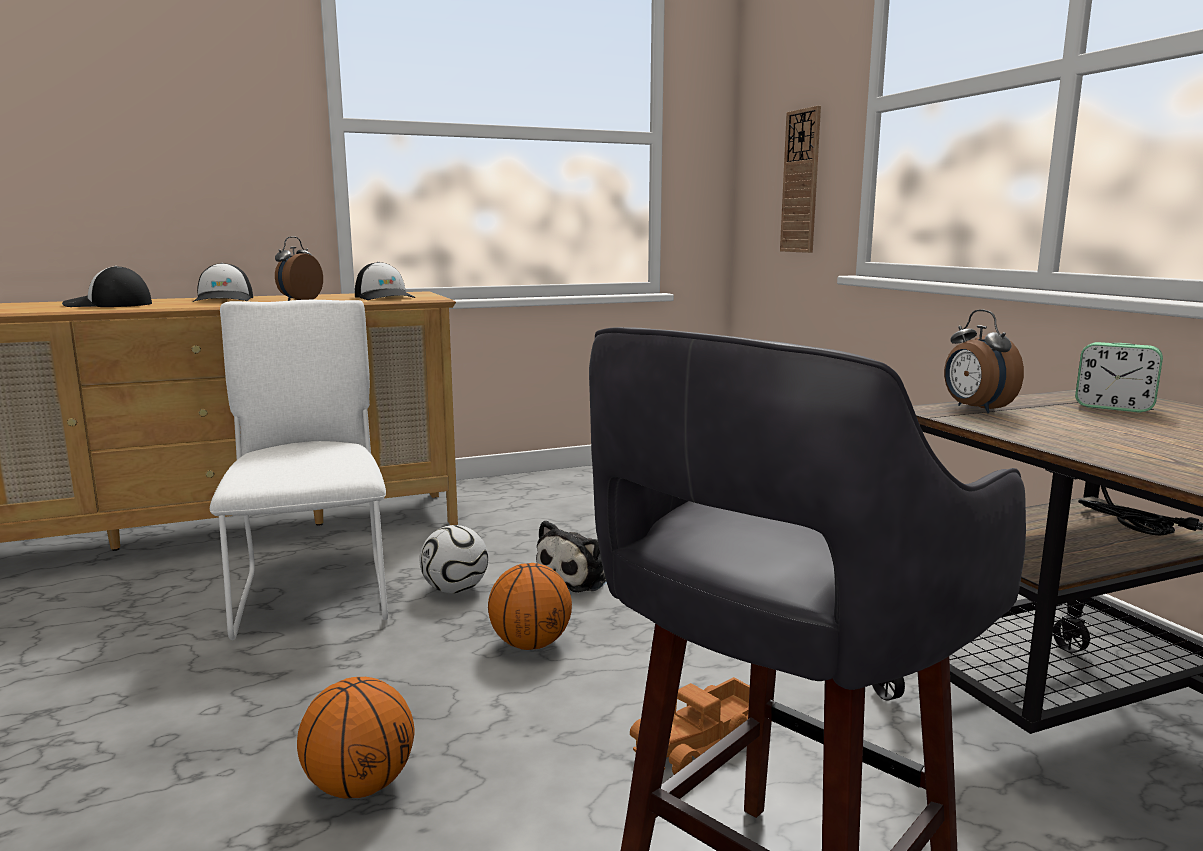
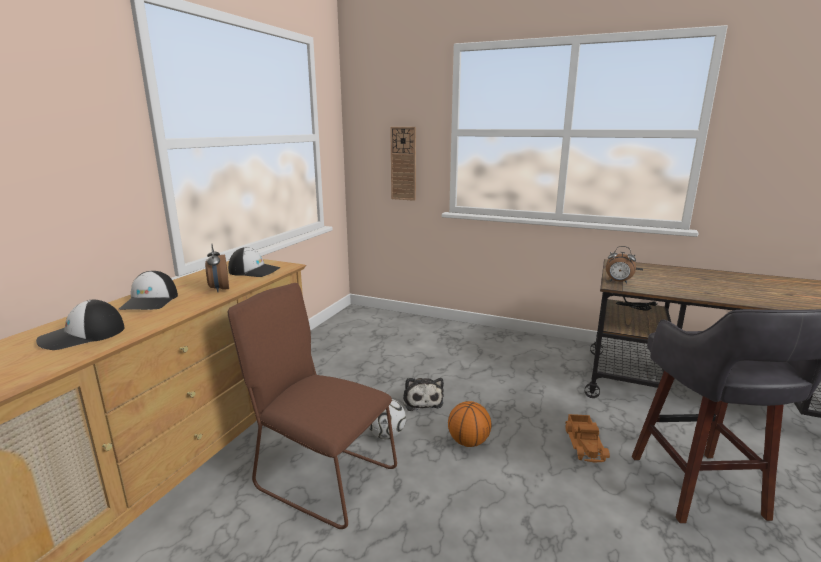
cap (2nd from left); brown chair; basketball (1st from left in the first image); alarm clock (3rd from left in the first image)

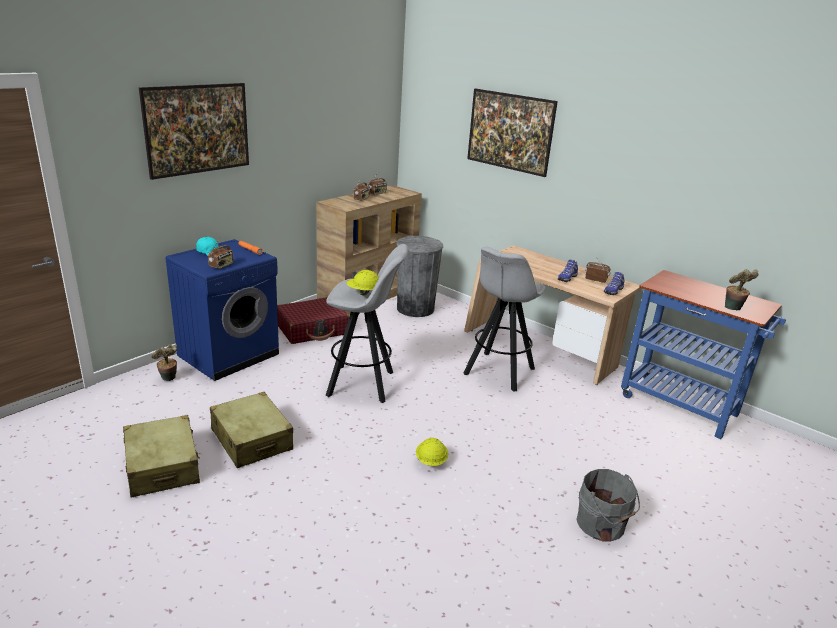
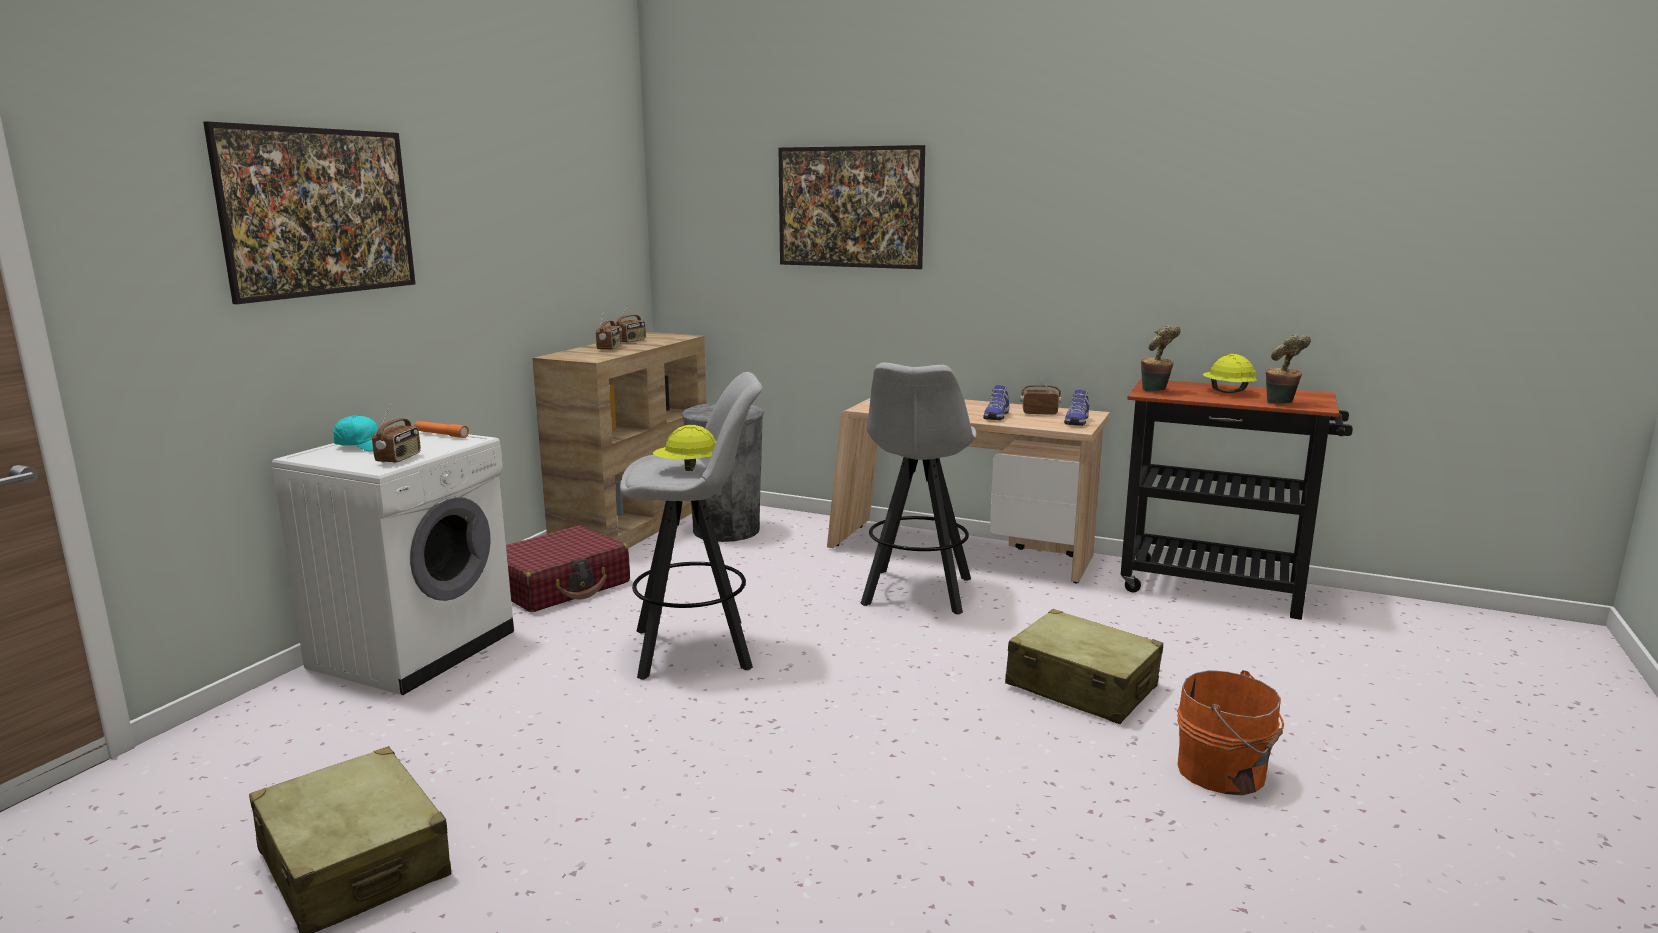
potted plant (1st from left); white washing machine; beige suitcase (2nd from left); yellow hard hat (2nd from left); orange bucket; black cart

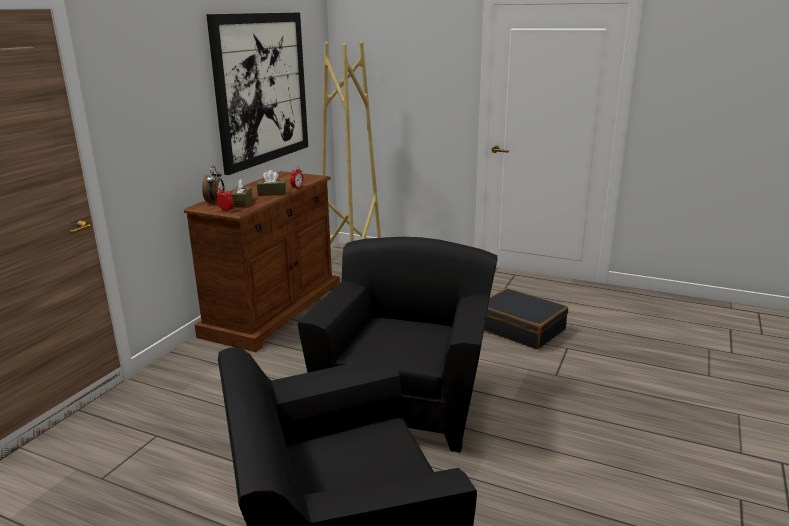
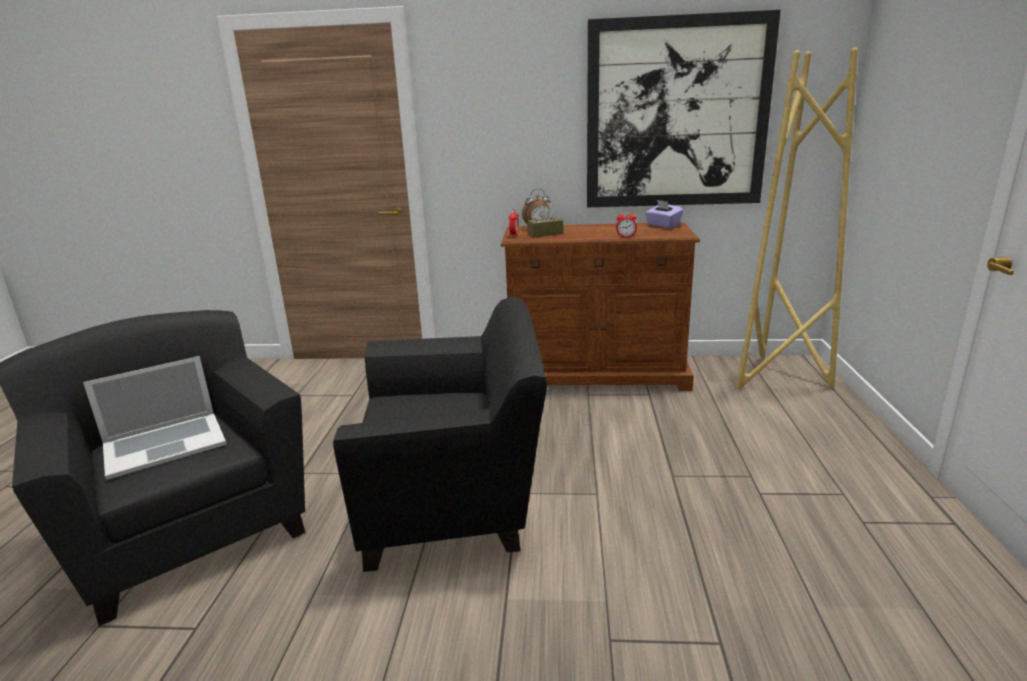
brown tissue box (2nd from left in the first image); black suitcase; laptop; purple tissue box

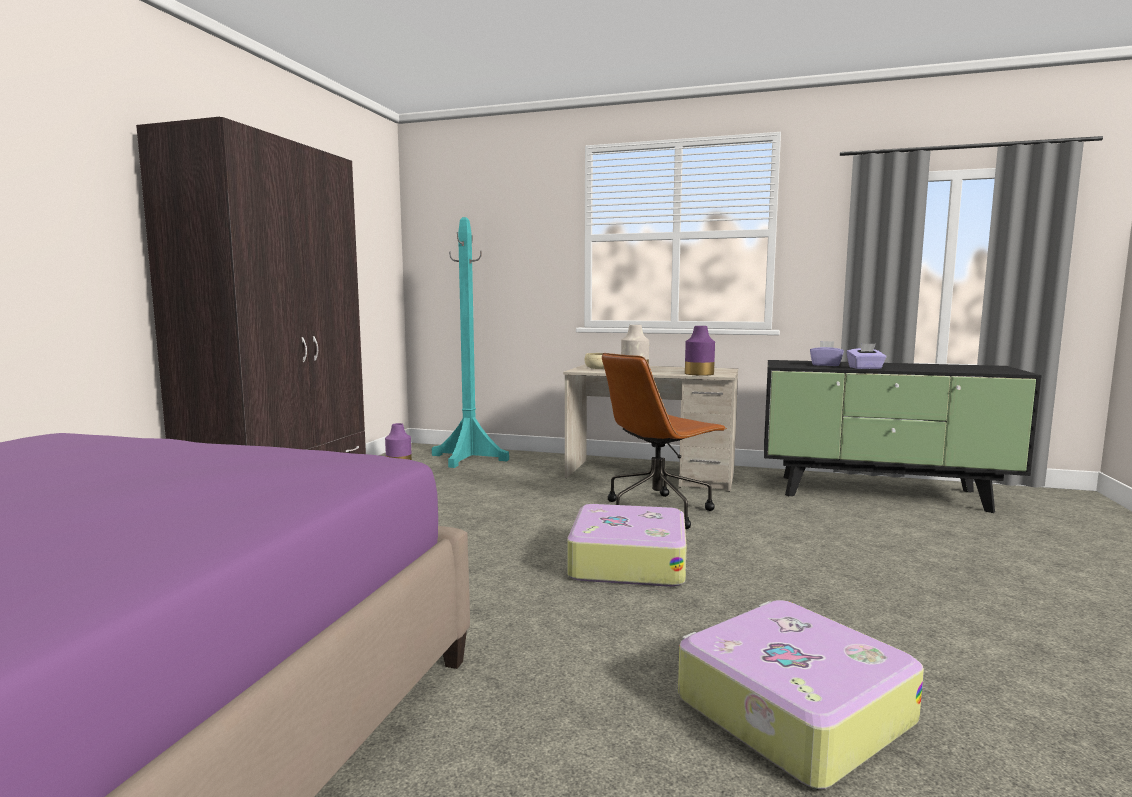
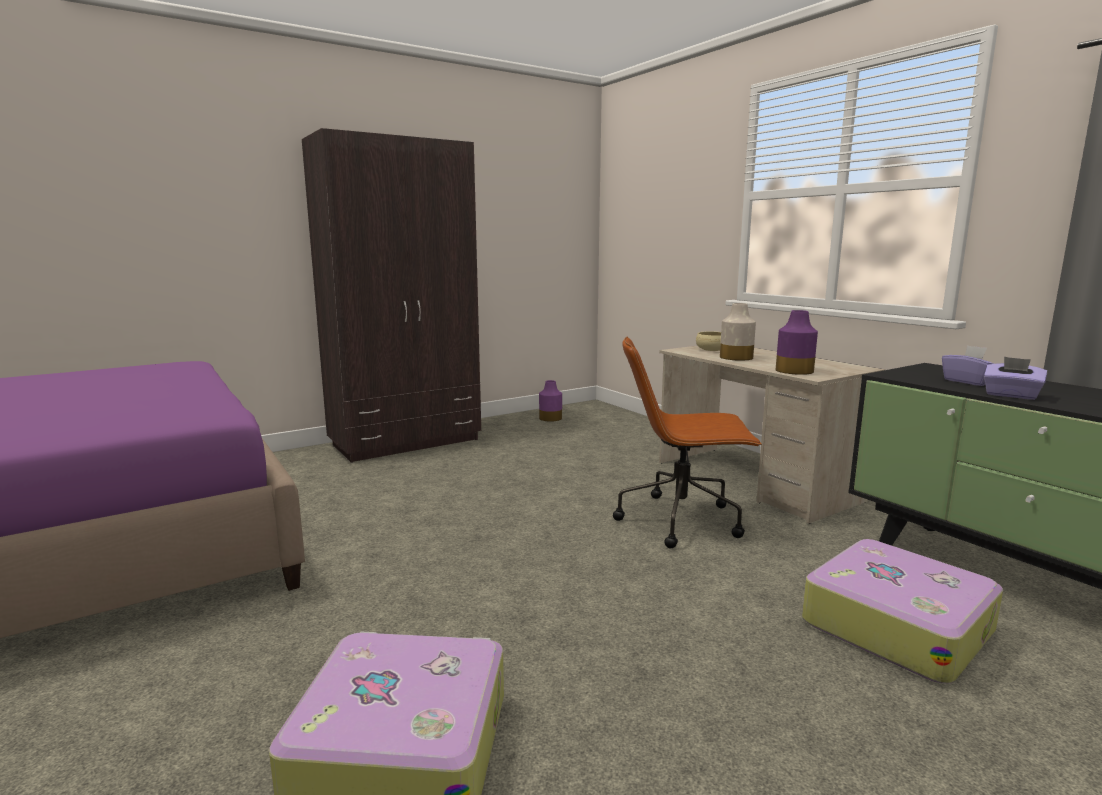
turquoise clothes rack; suitcase (2nd from left)

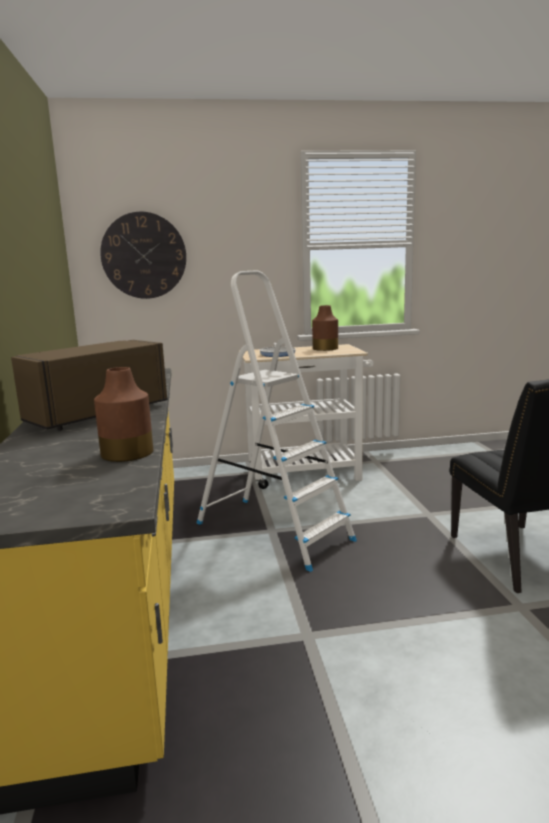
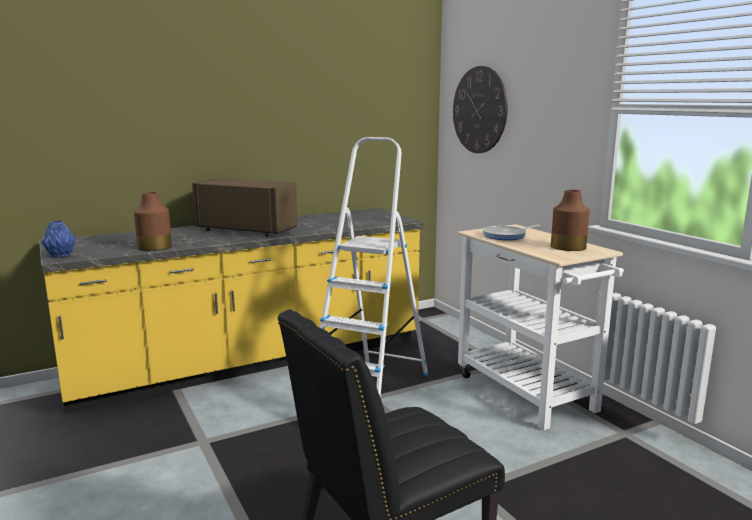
blue vase

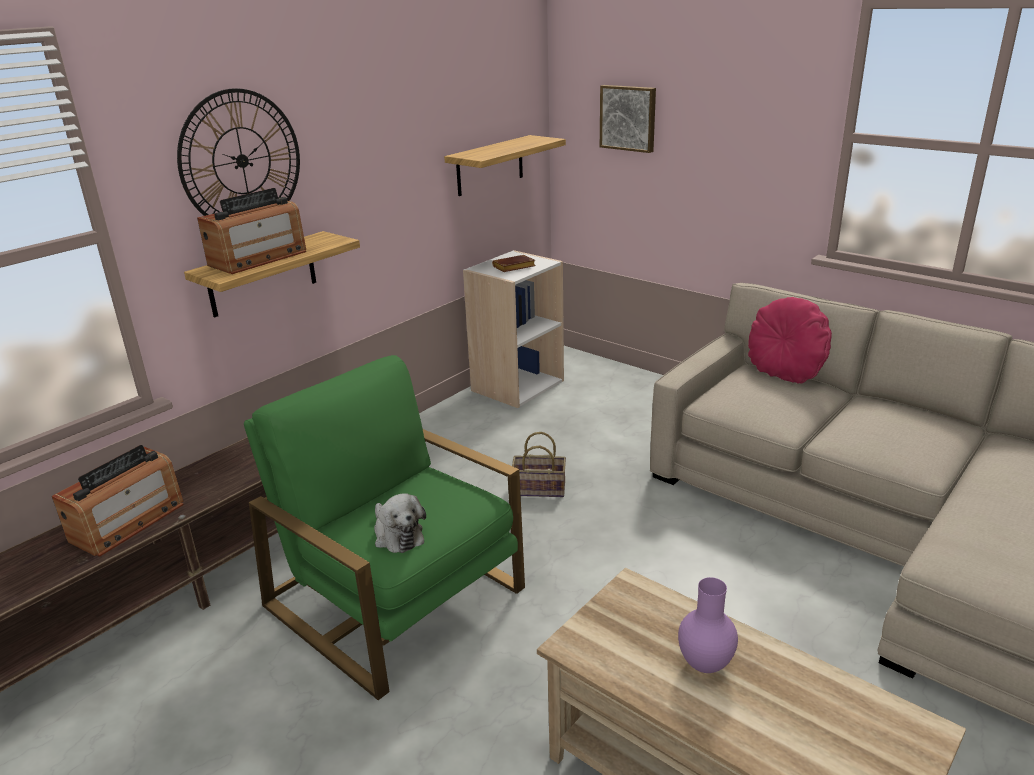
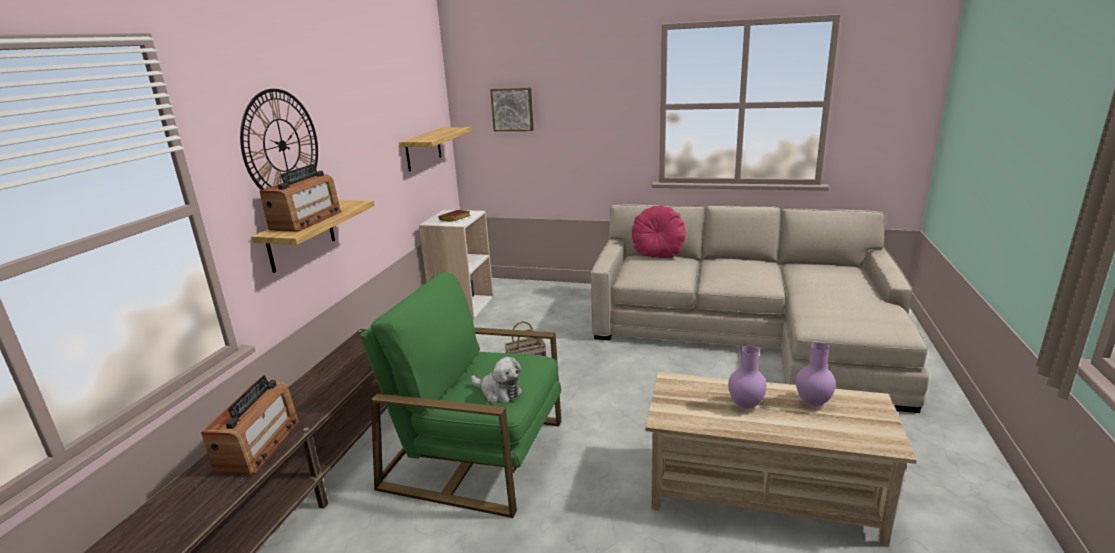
purple vase (2nd from left)

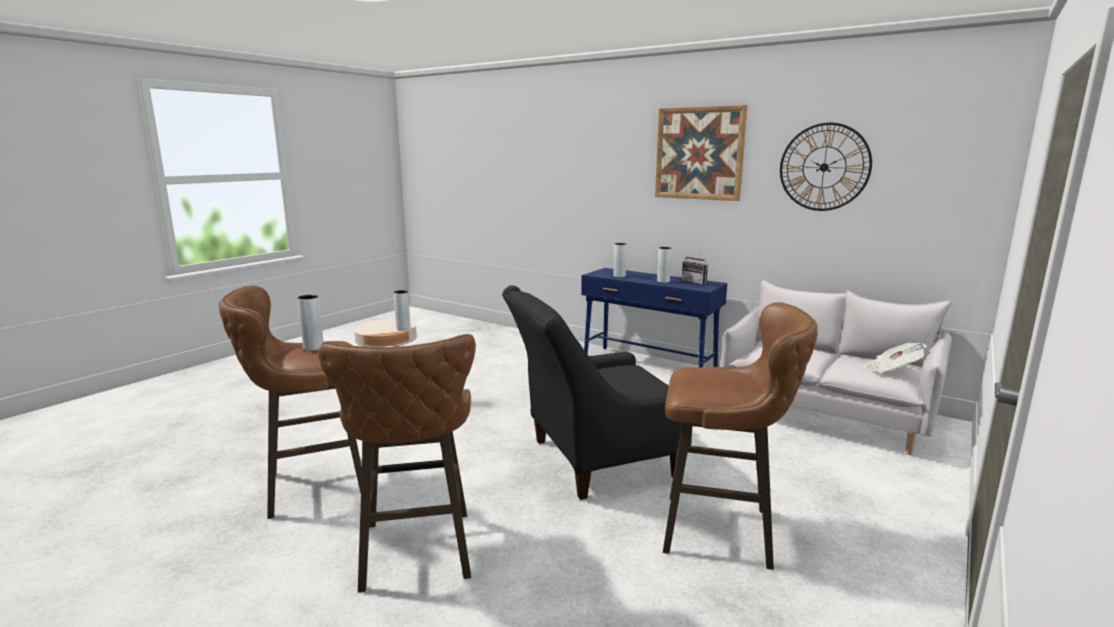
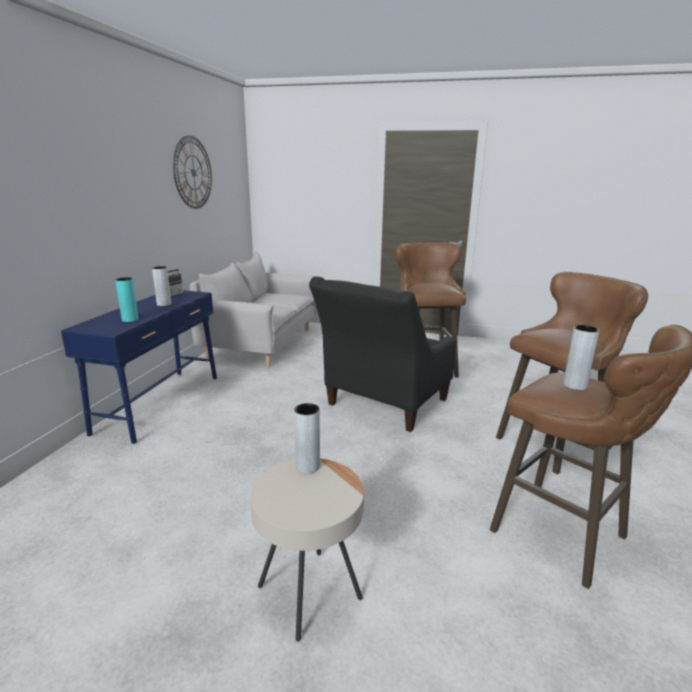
black armchair; turquoise vase; picture; newspaper

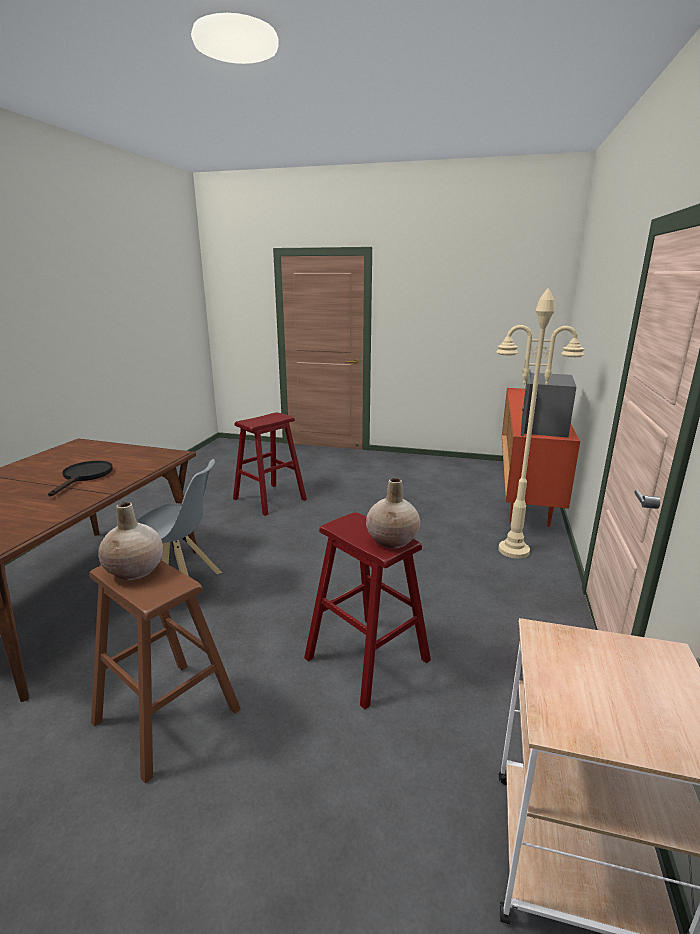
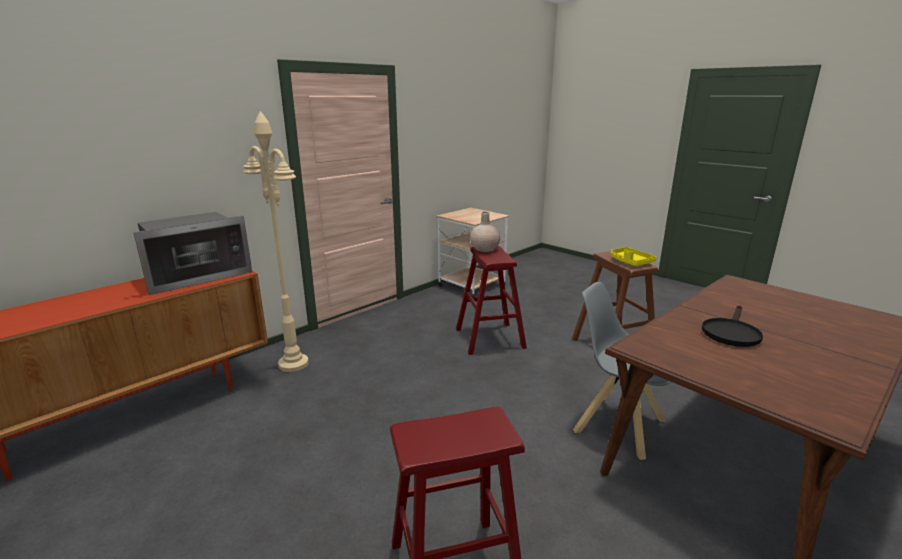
yellow tray

